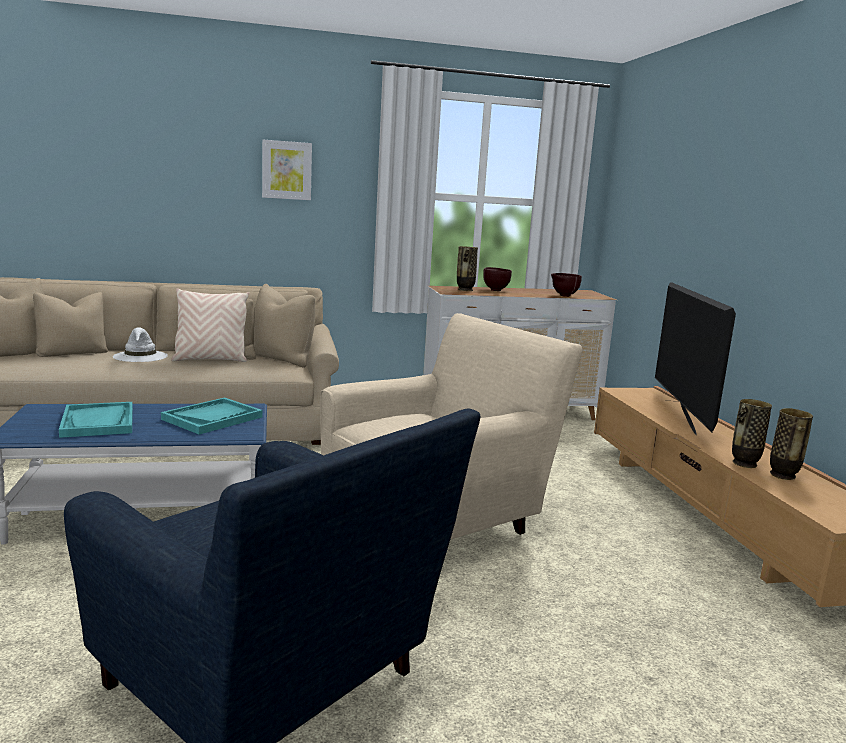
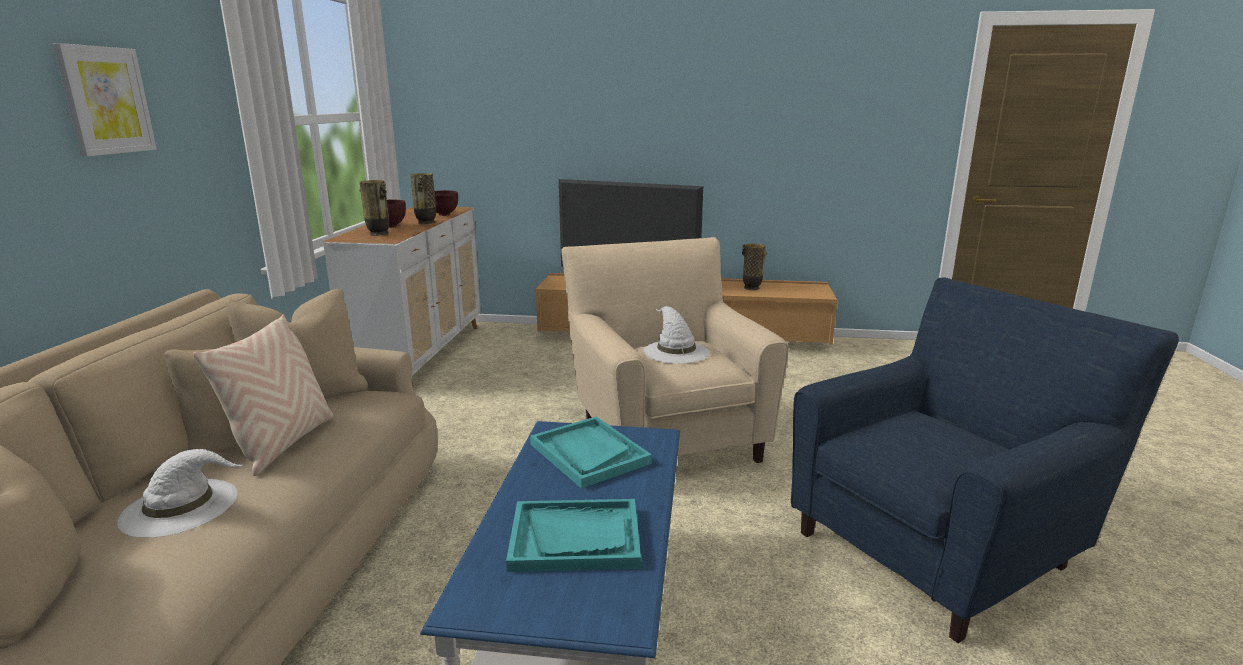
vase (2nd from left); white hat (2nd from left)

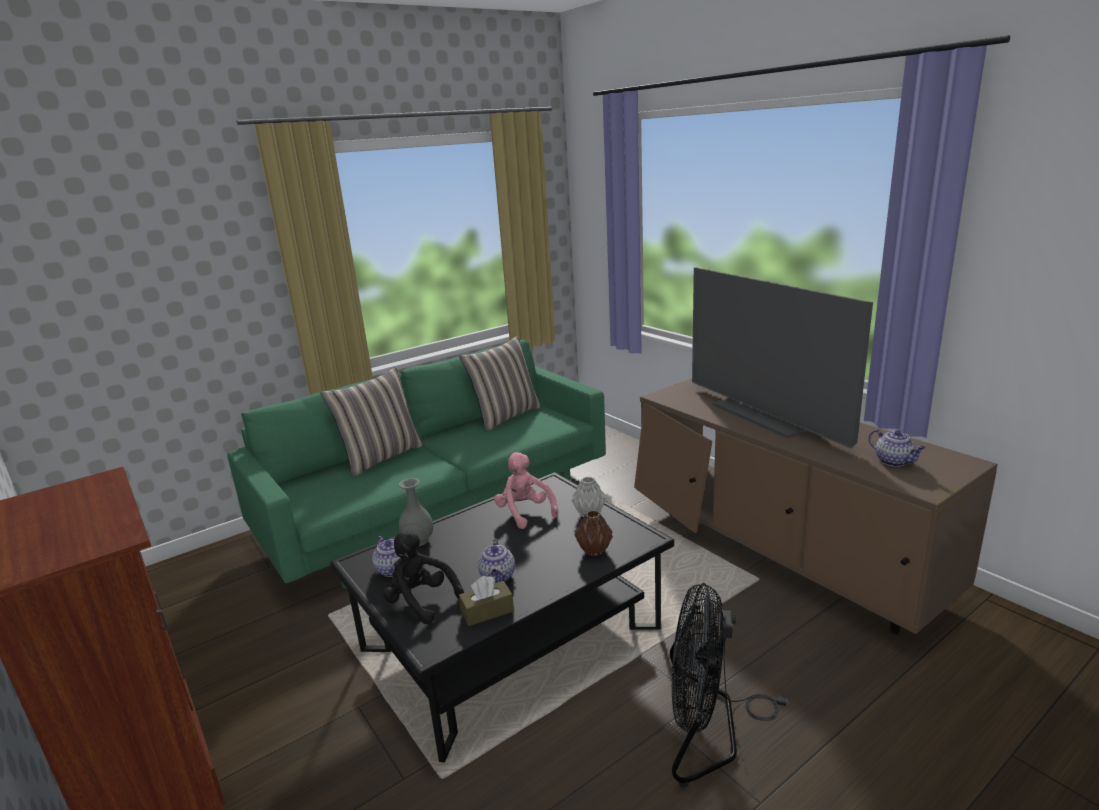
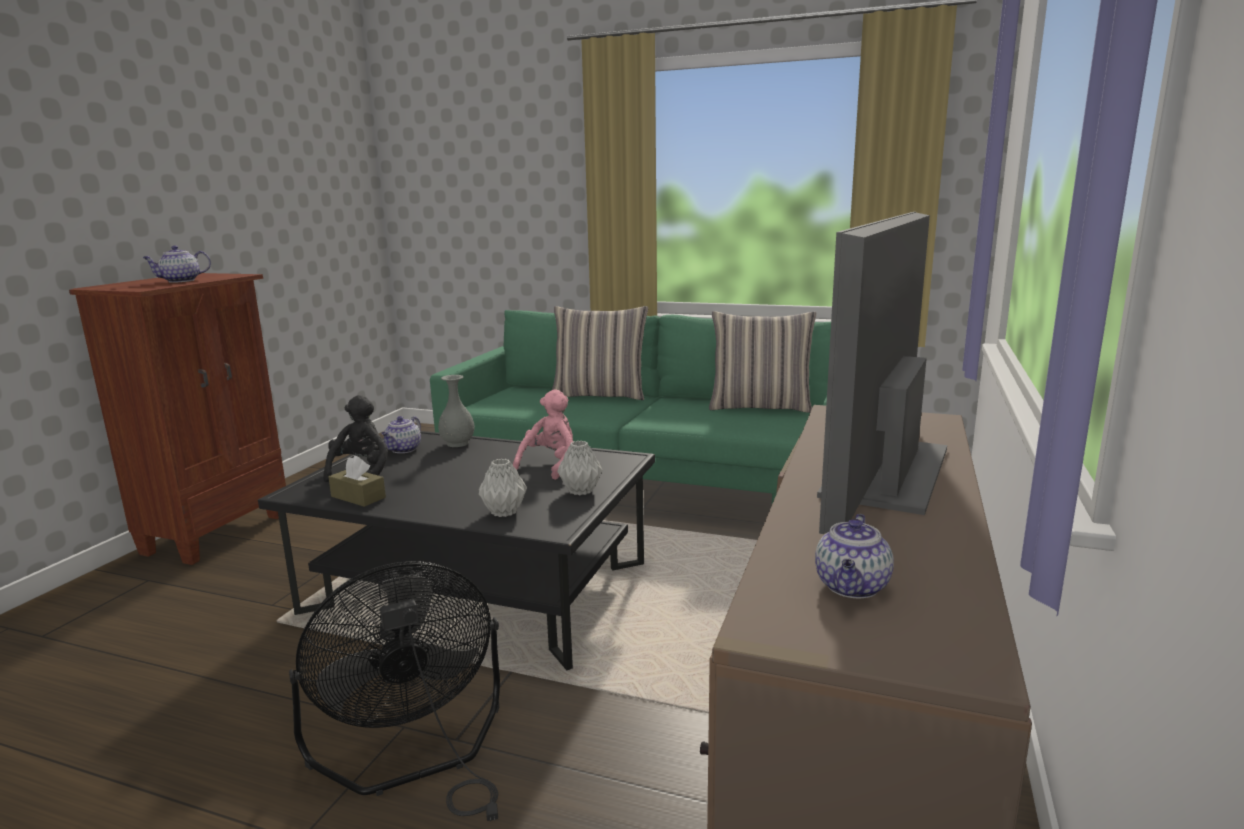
teapot (1st from left); grey vase (2nd from left)

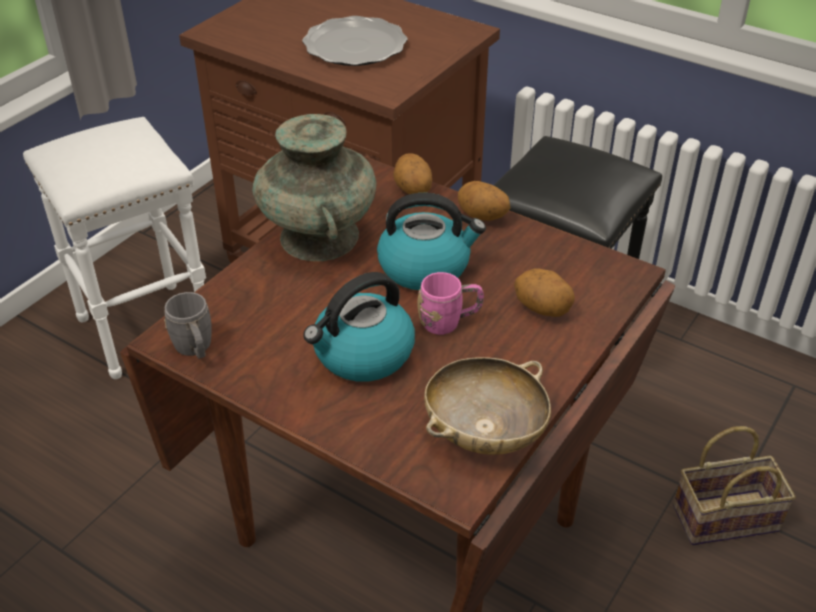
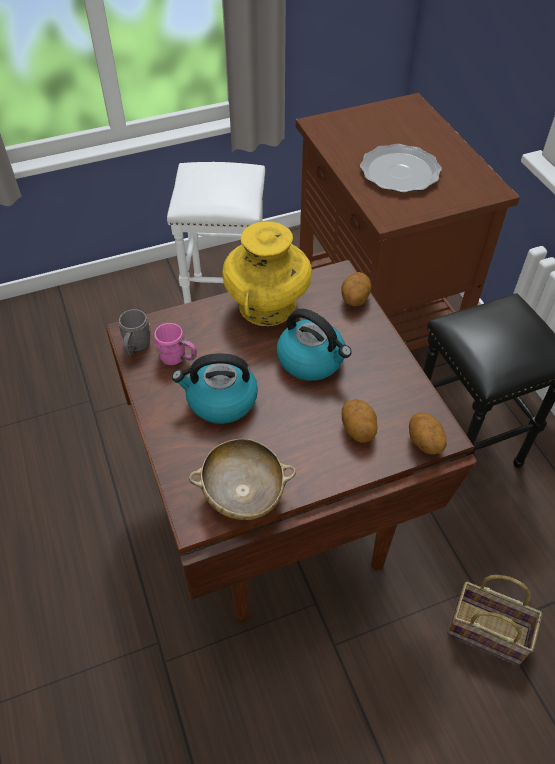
yellow vase; pink mug; potato (3rd from left)

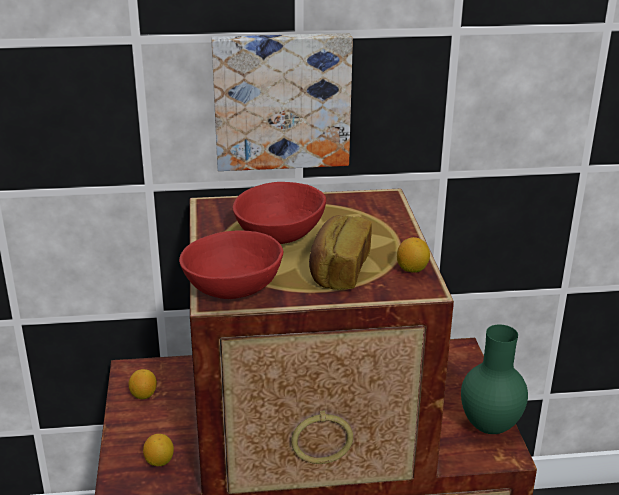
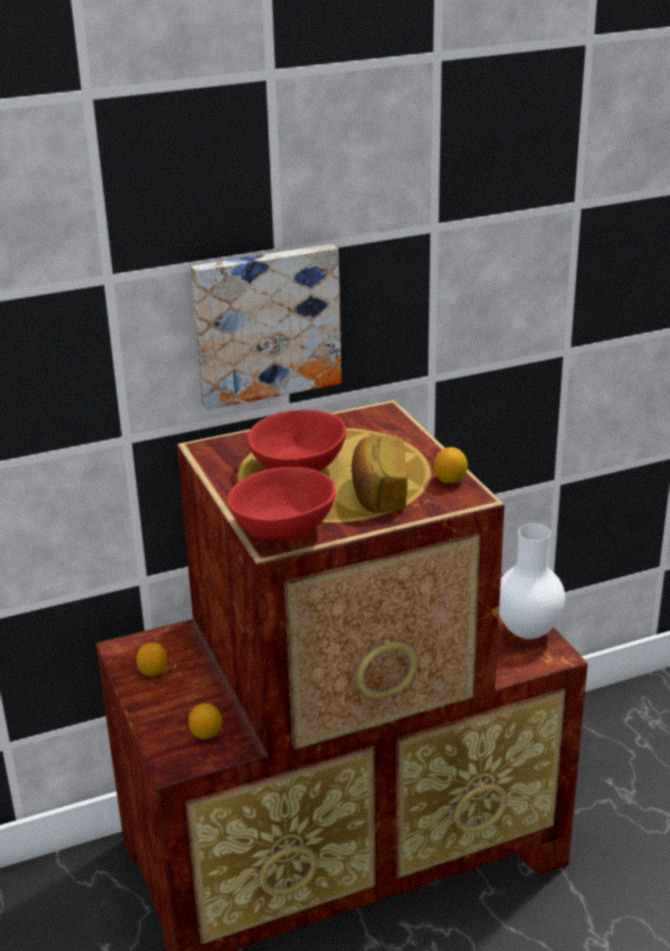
white vase

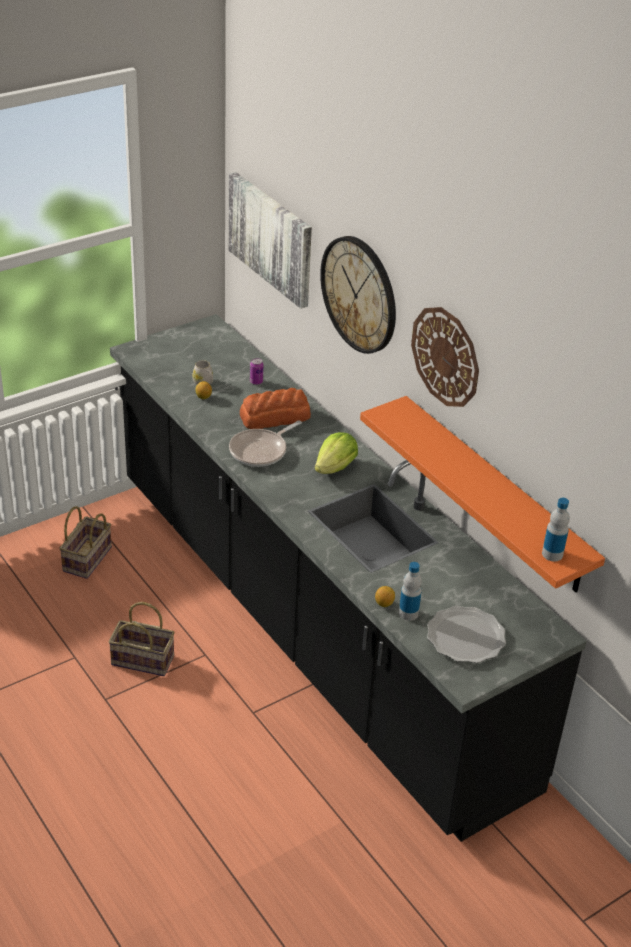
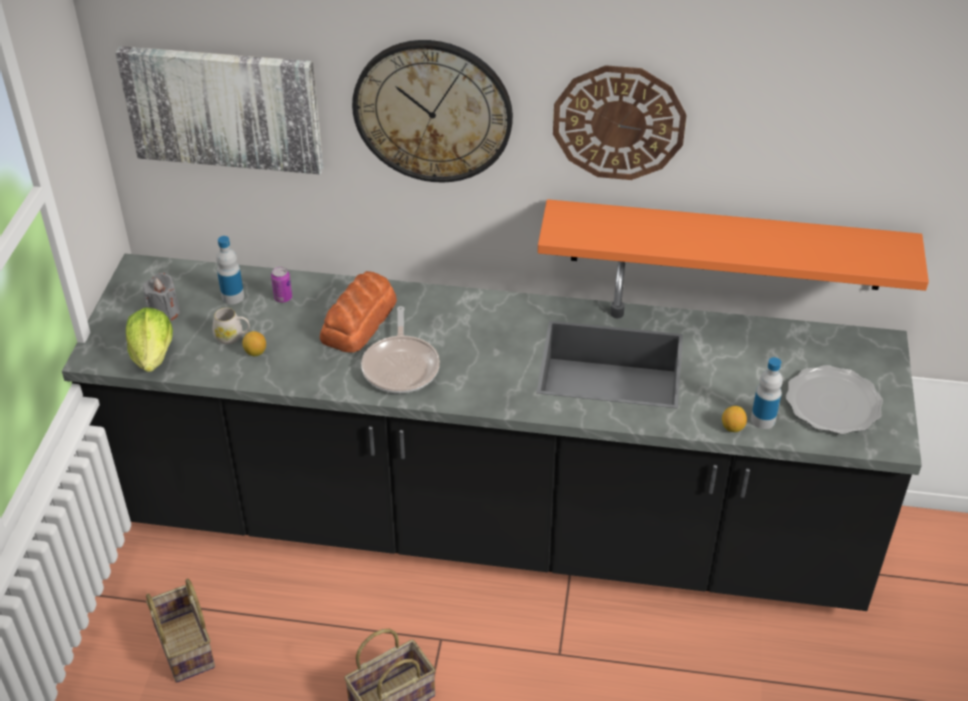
lettuce; bottle (1st from left); grey candle

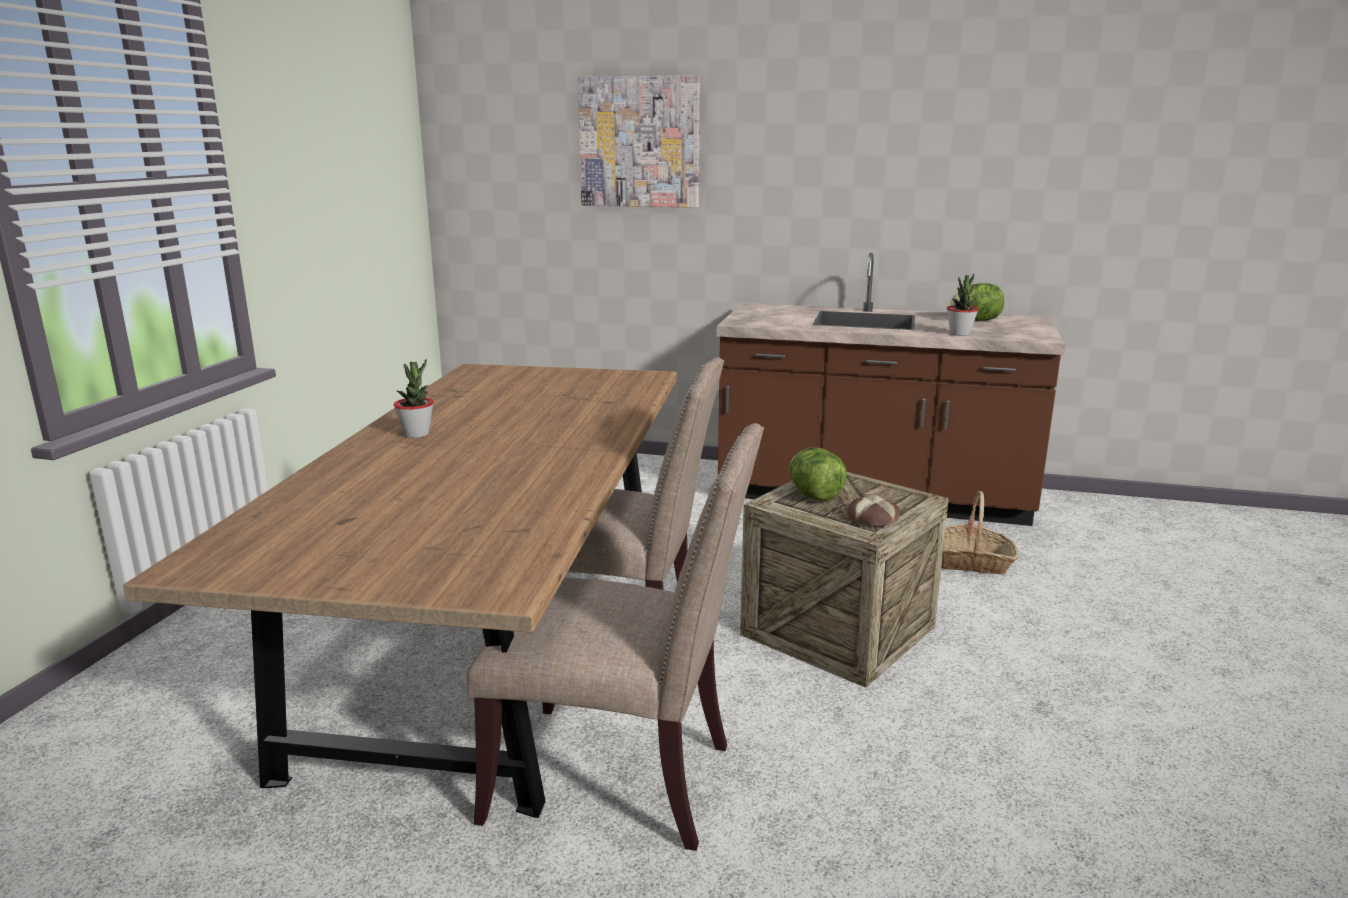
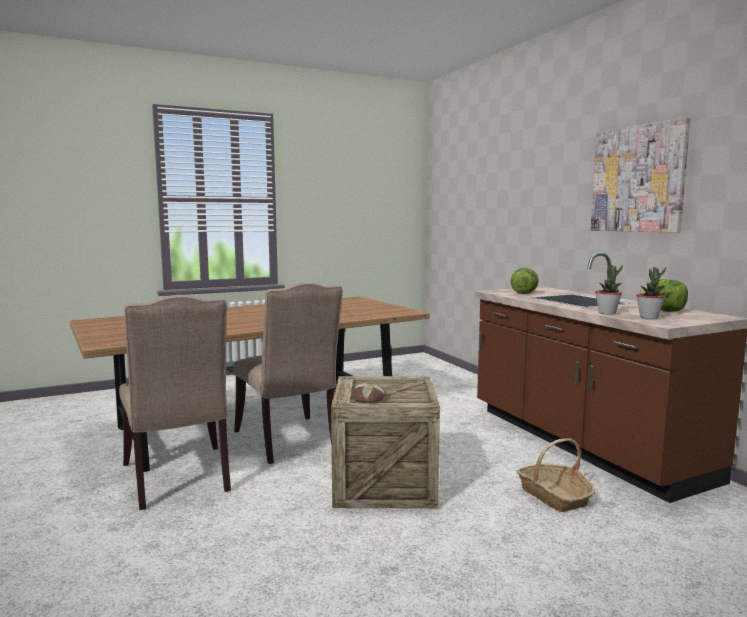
potted plant (2nd from left); picture; lettuce (1st from left)

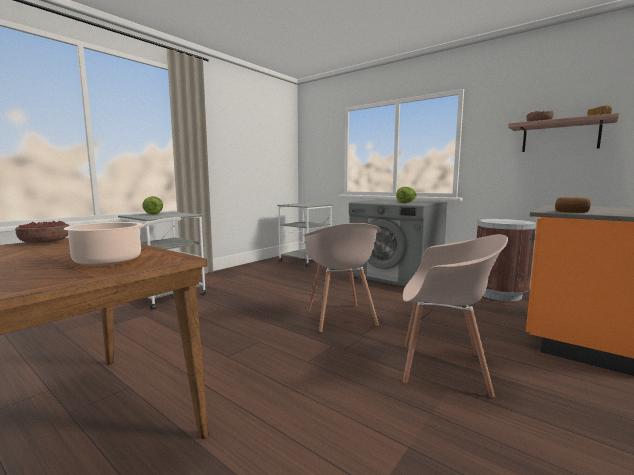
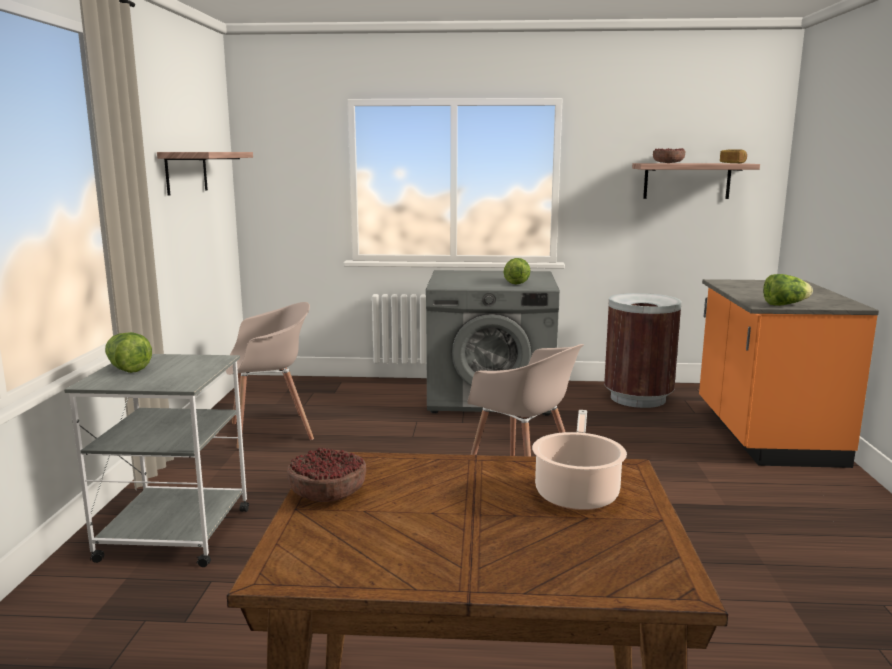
grey cart (2nd from left in the first image); beige chair (1st from left); lettuce (3rd from left); shelf (1st from left)

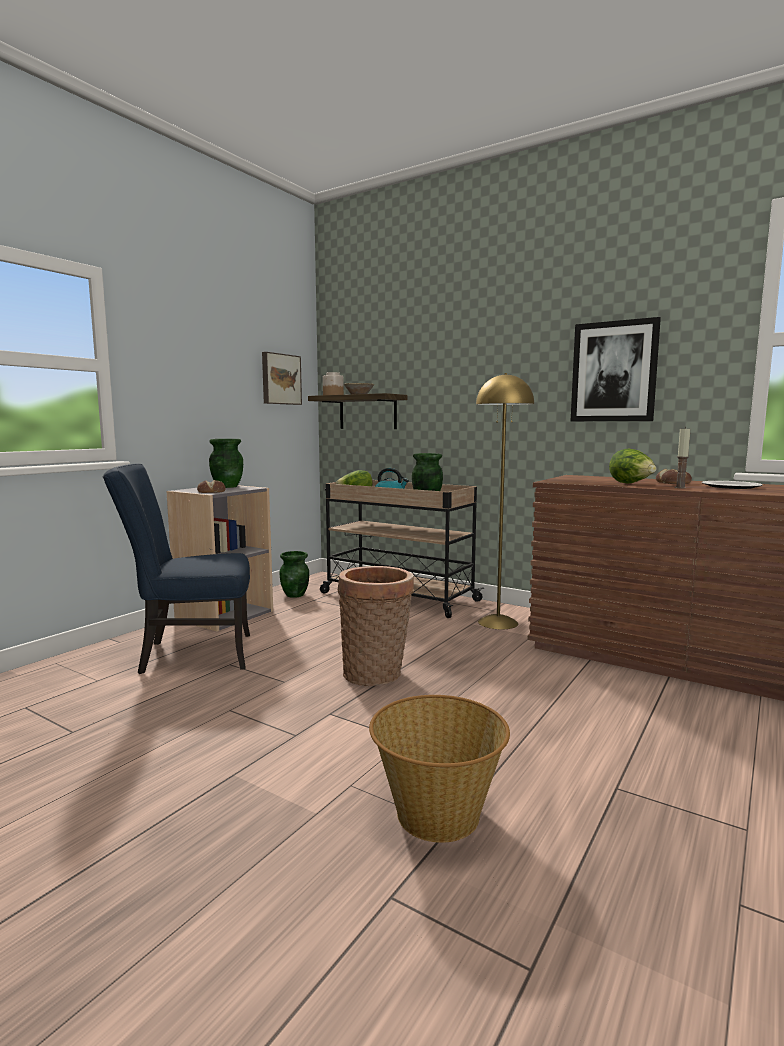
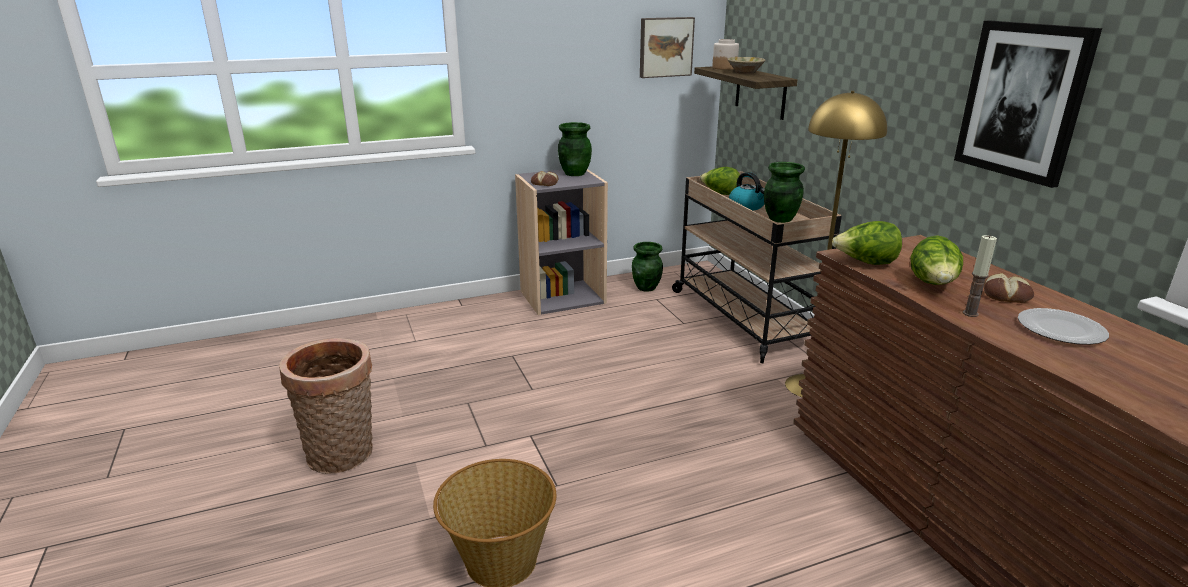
blue chair; basket (1st from left); lettuce (2nd from left)

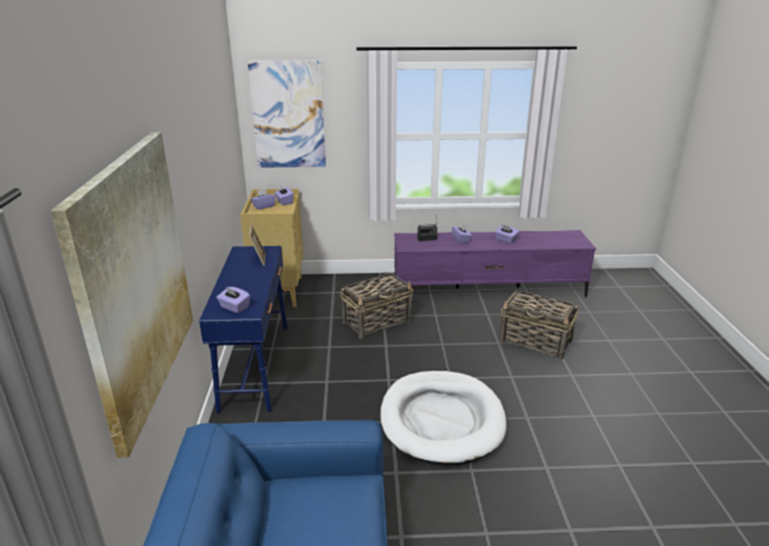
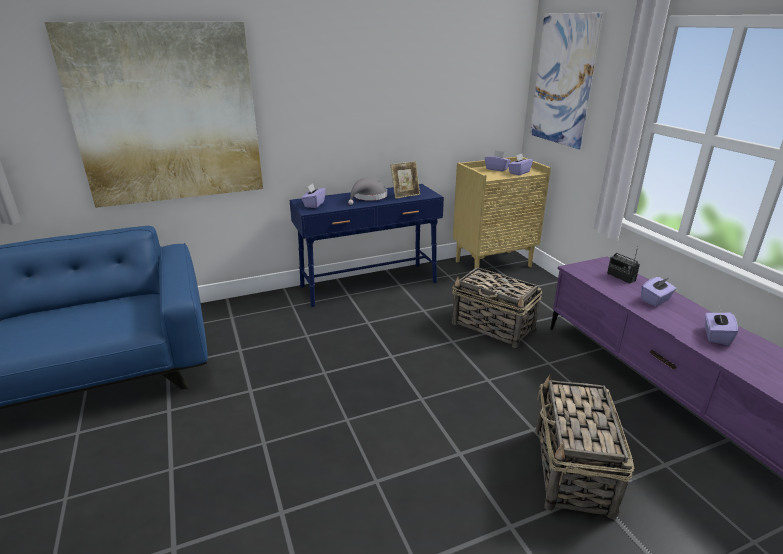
white dog bed; grey hat

